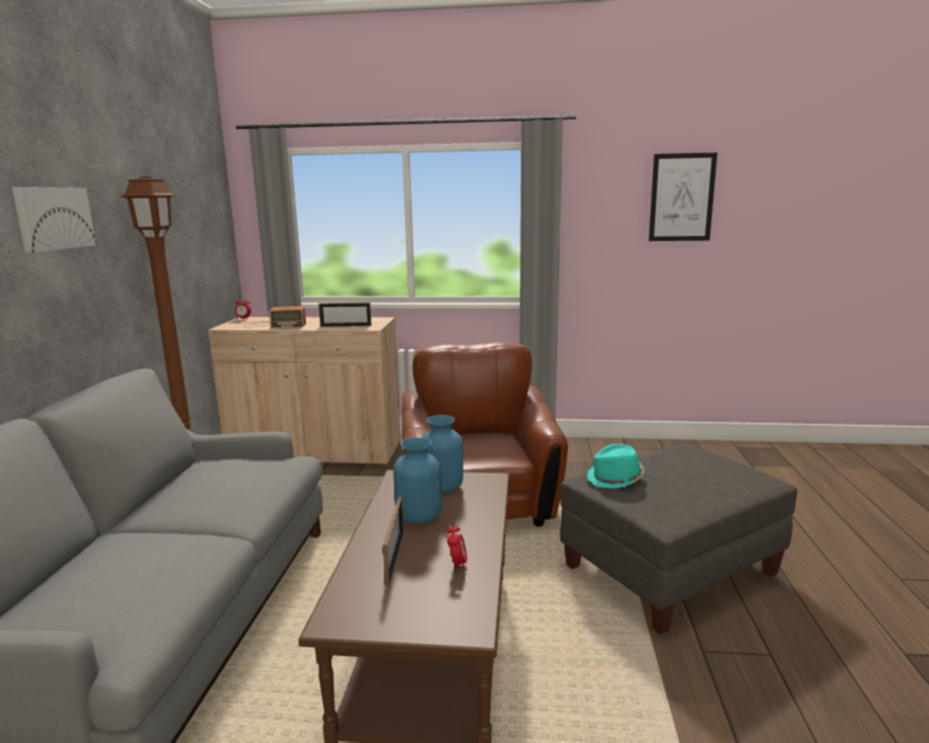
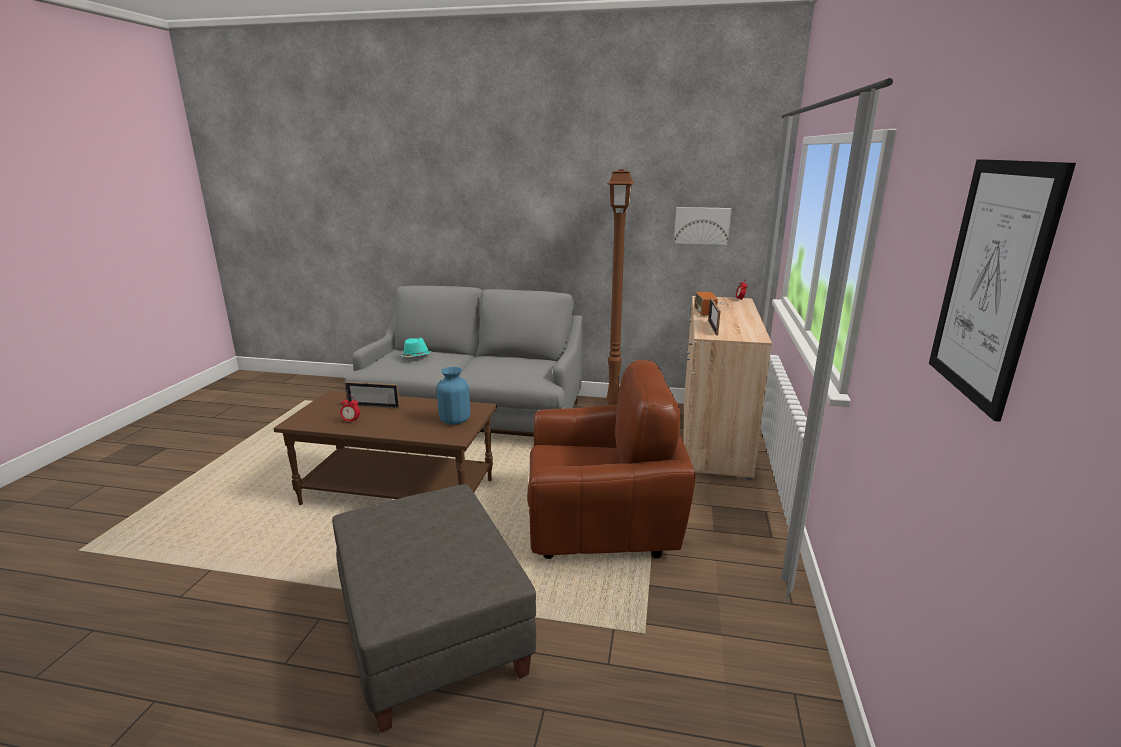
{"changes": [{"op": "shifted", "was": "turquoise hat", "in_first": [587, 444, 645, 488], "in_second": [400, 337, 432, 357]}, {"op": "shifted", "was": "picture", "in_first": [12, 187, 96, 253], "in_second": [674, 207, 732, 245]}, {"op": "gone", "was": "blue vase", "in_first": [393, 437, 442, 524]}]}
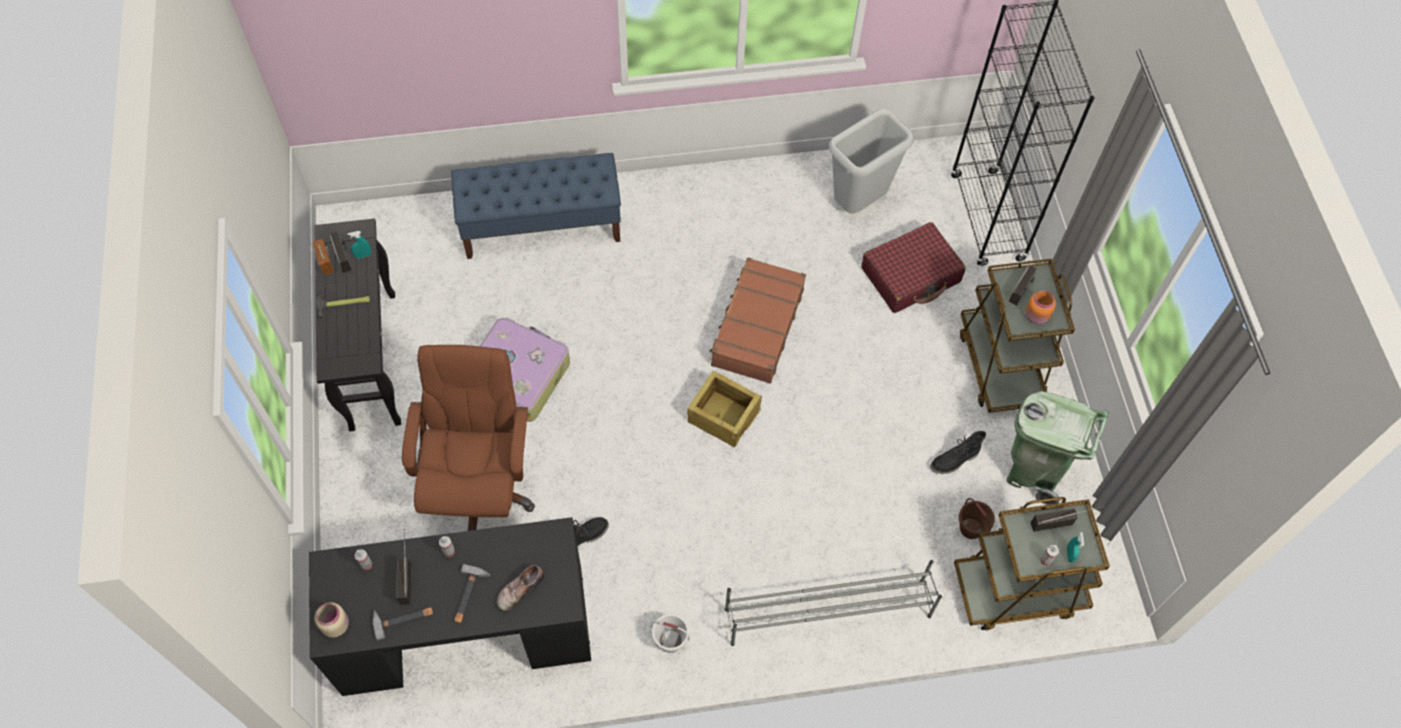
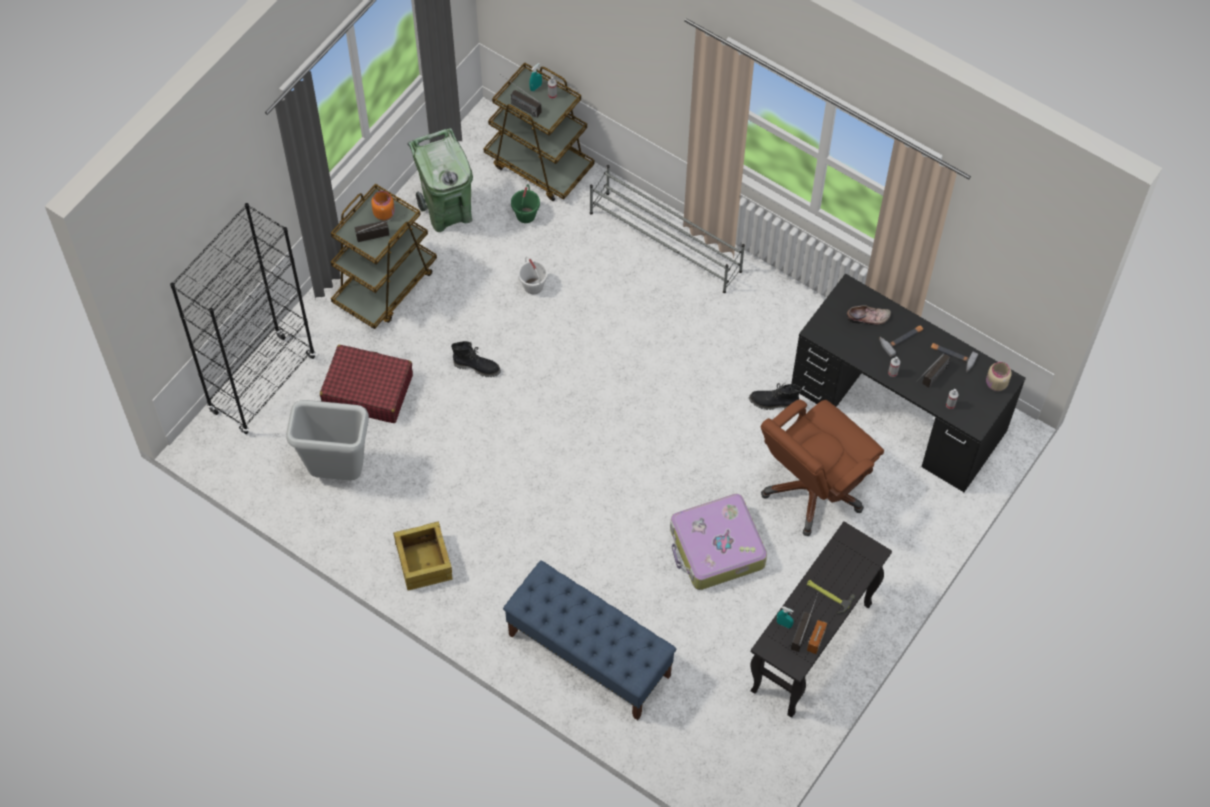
{"changes": [{"op": "shifted", "was": "crate", "in_first": [687, 371, 762, 447], "in_second": [393, 522, 453, 591]}, {"op": "shifted", "was": "black boot", "in_first": [930, 431, 986, 474], "in_second": [451, 341, 501, 377]}, {"op": "repainted", "was": "brown bucket", "now": "green bucket", "in_first": [959, 498, 995, 539], "in_second": [511, 184, 540, 223]}, {"op": "shifted", "was": "white bucket", "in_first": [651, 614, 690, 653], "in_second": [518, 256, 548, 294]}, {"op": "gone", "was": "brown suitcase", "in_first": [709, 257, 806, 384]}]}
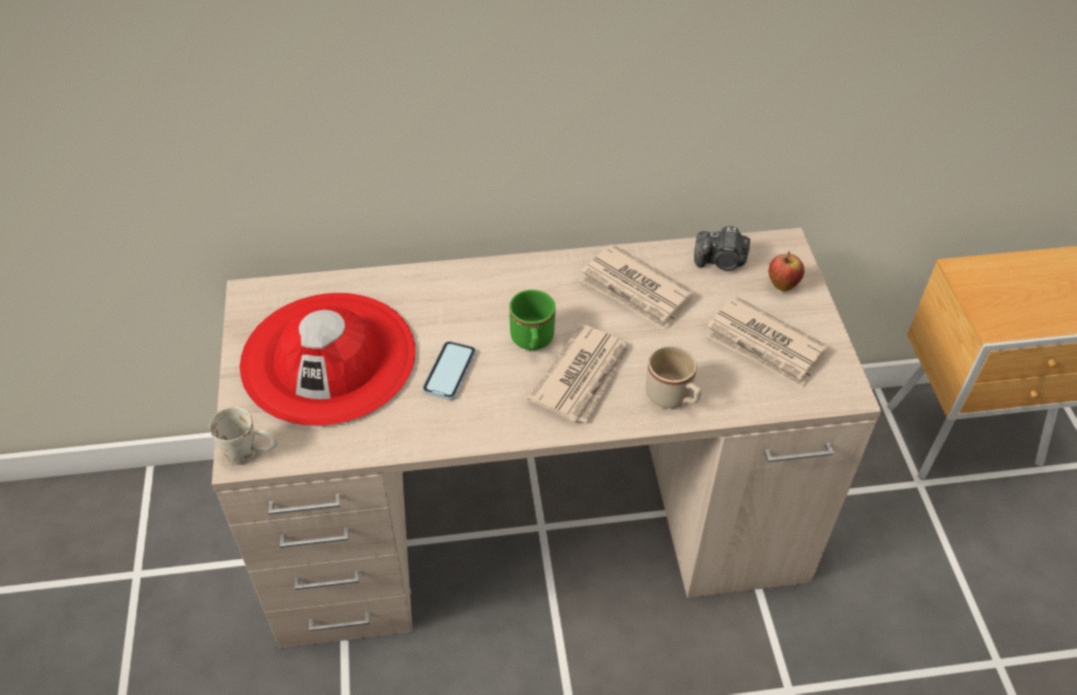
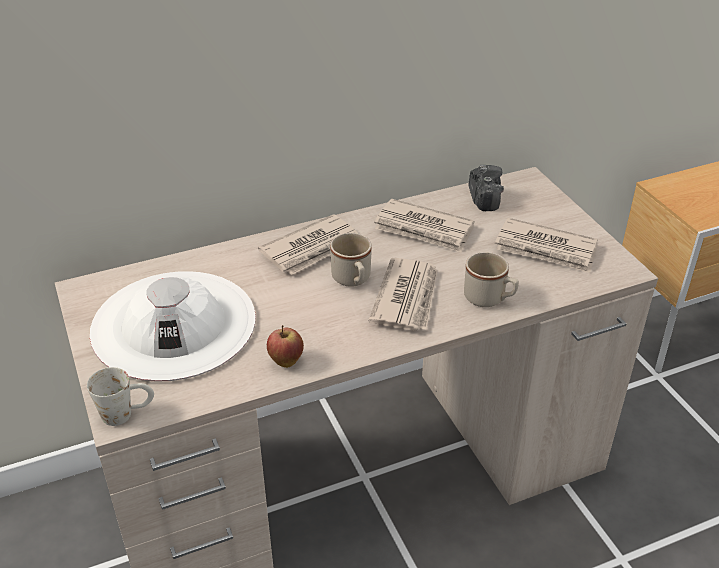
{"changes": [{"op": "repainted", "was": "red hat", "now": "white hat", "in_first": [240, 293, 416, 427], "in_second": [90, 271, 256, 382]}, {"op": "new", "now": "newspaper", "in_second": [258, 214, 358, 275]}, {"op": "shifted", "was": "apple", "in_first": [768, 251, 805, 292], "in_second": [267, 325, 304, 368]}, {"op": "repainted", "was": "green mug", "now": "beige mug", "in_first": [509, 290, 556, 350], "in_second": [330, 233, 372, 287]}, {"op": "rotated", "was": "photo camera", "in_first": [694, 226, 750, 270], "in_second": [468, 165, 504, 211], "clockwise": -90}, {"op": "gone", "was": "phone", "in_first": [422, 341, 476, 400]}]}
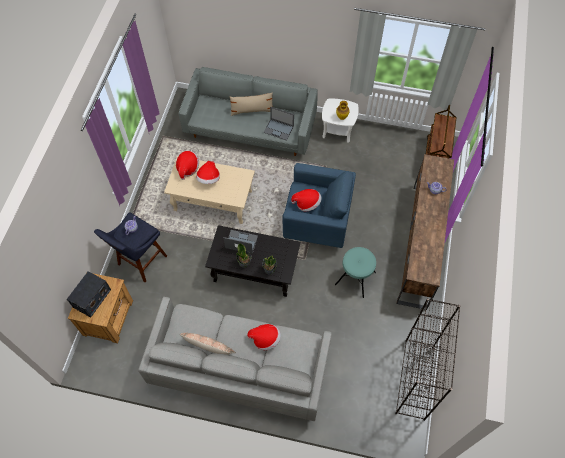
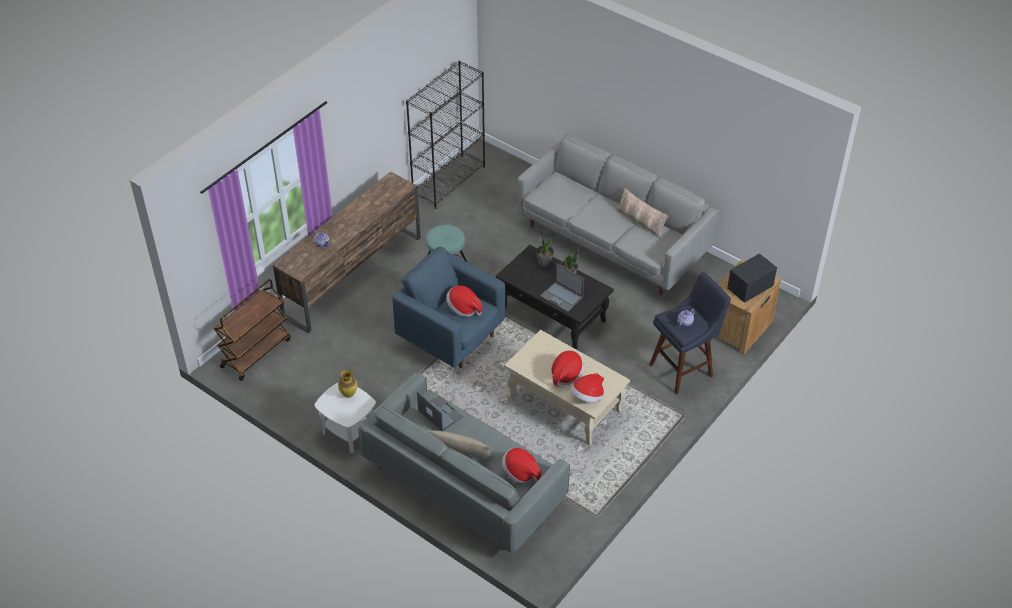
{"changes": [{"op": "shifted", "was": "hat", "in_first": [247, 324, 281, 350], "in_second": [502, 448, 541, 483]}]}
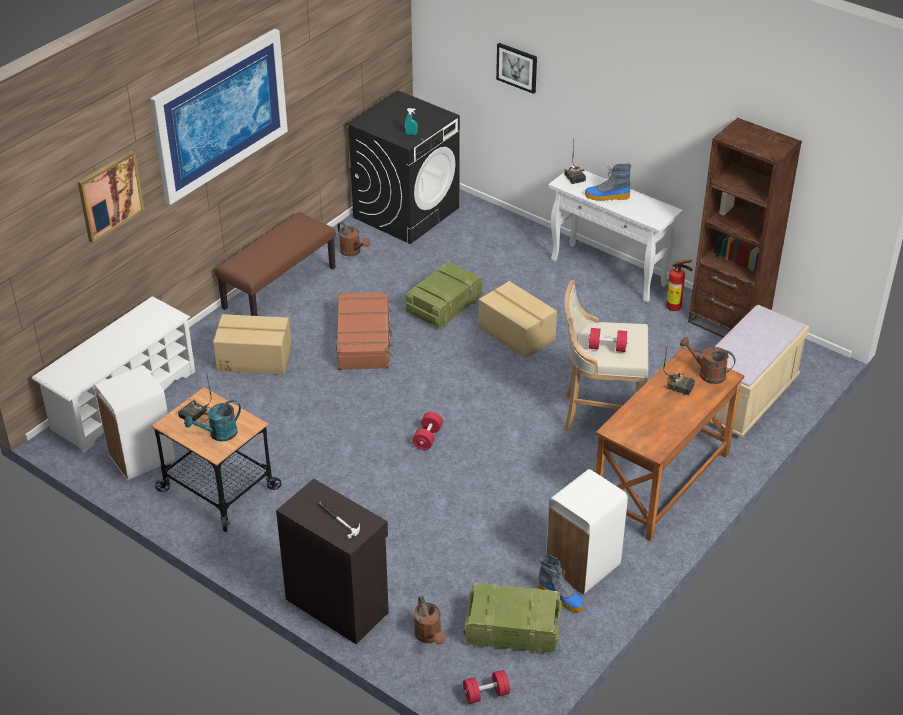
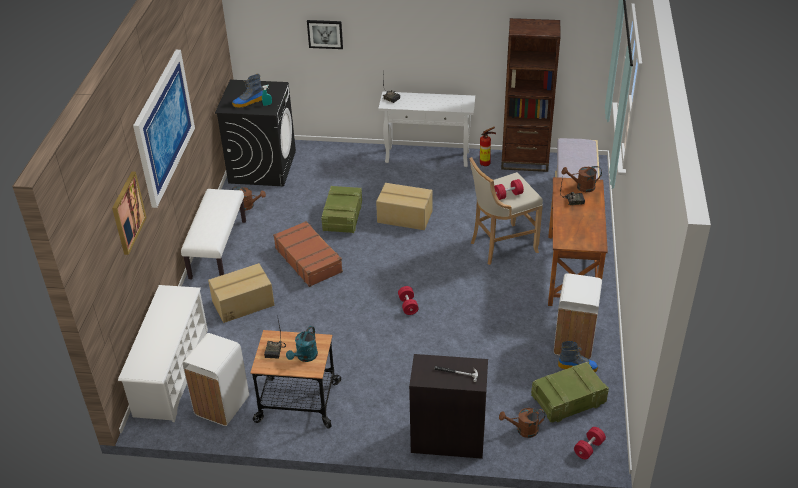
{"changes": [{"op": "repainted", "was": "brown bench", "now": "white bench", "in_first": [215, 212, 336, 316], "in_second": [181, 189, 246, 279]}, {"op": "shifted", "was": "boot", "in_first": [585, 163, 631, 201], "in_second": [232, 74, 263, 108]}, {"op": "rotated", "was": "brown watering can", "in_first": [414, 595, 445, 645], "in_second": [499, 408, 545, 438], "clockwise": 135}]}
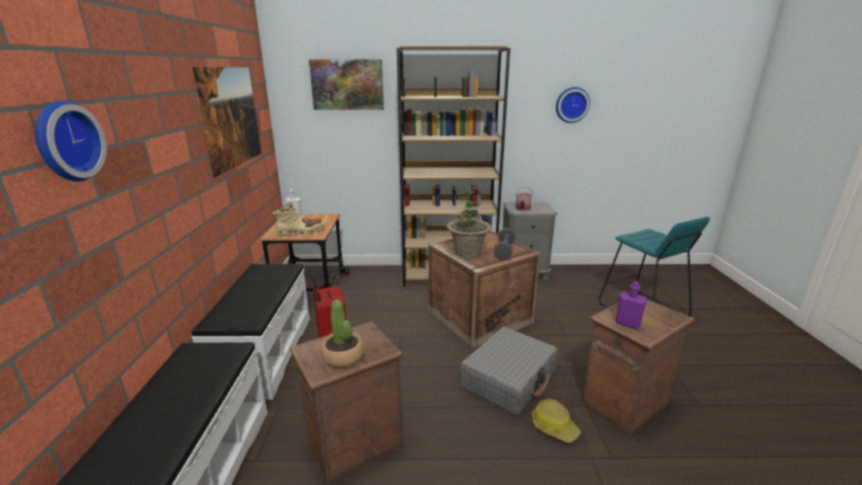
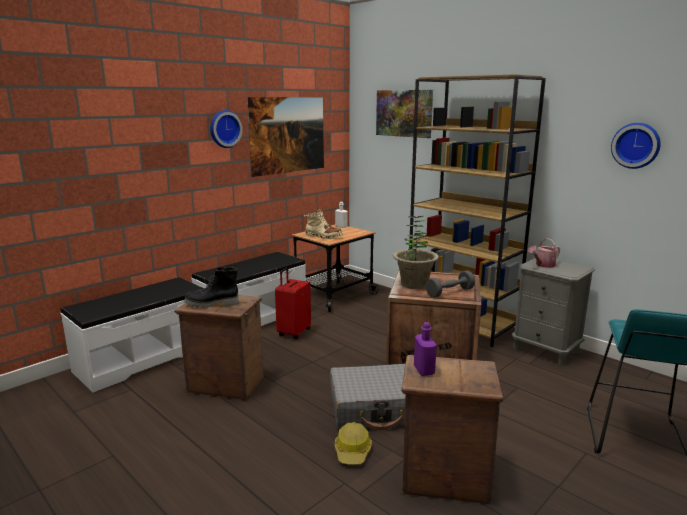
{"changes": [{"op": "swapped", "was": "potted plant", "now": "black boot", "in_first": [321, 300, 364, 367], "in_second": [184, 267, 239, 308]}, {"op": "shifted", "was": "wall clock", "in_first": [35, 100, 107, 182], "in_second": [210, 110, 243, 148]}]}
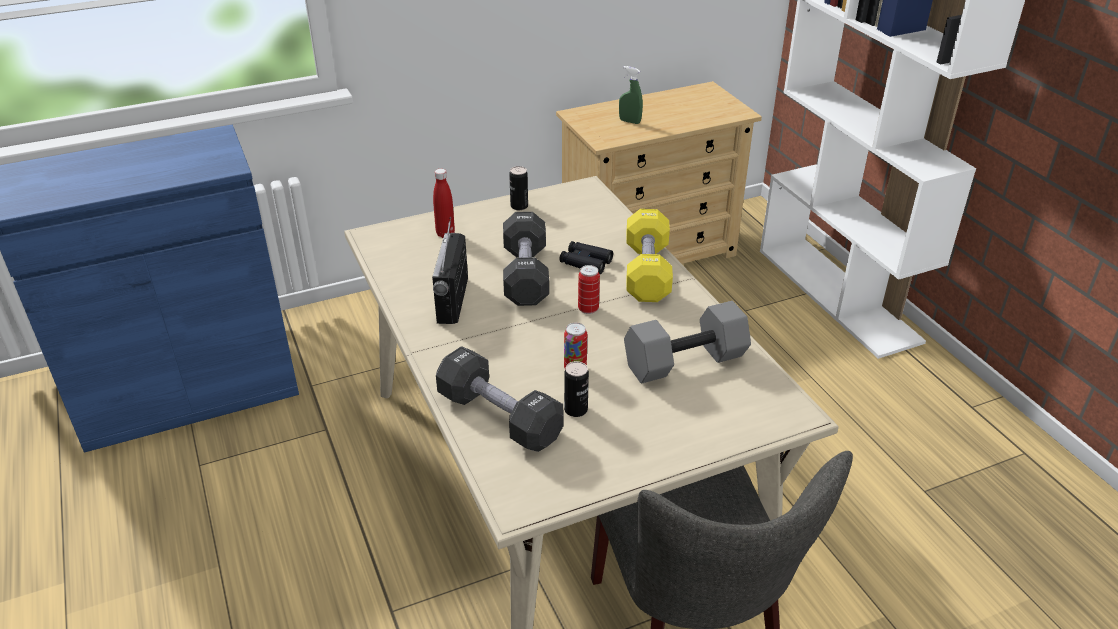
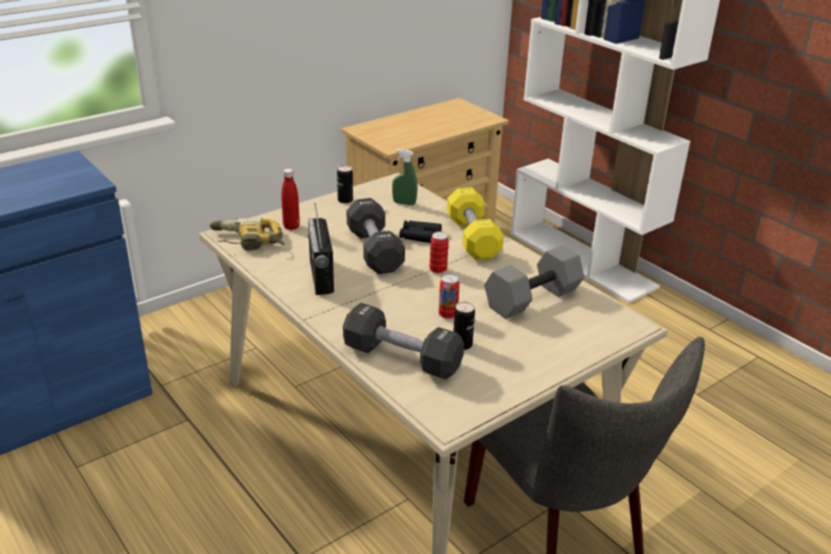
{"changes": [{"op": "new", "now": "power drill", "in_second": [210, 218, 284, 251]}, {"op": "shifted", "was": "green spray bottle", "in_first": [619, 66, 643, 124], "in_second": [392, 149, 417, 205]}]}
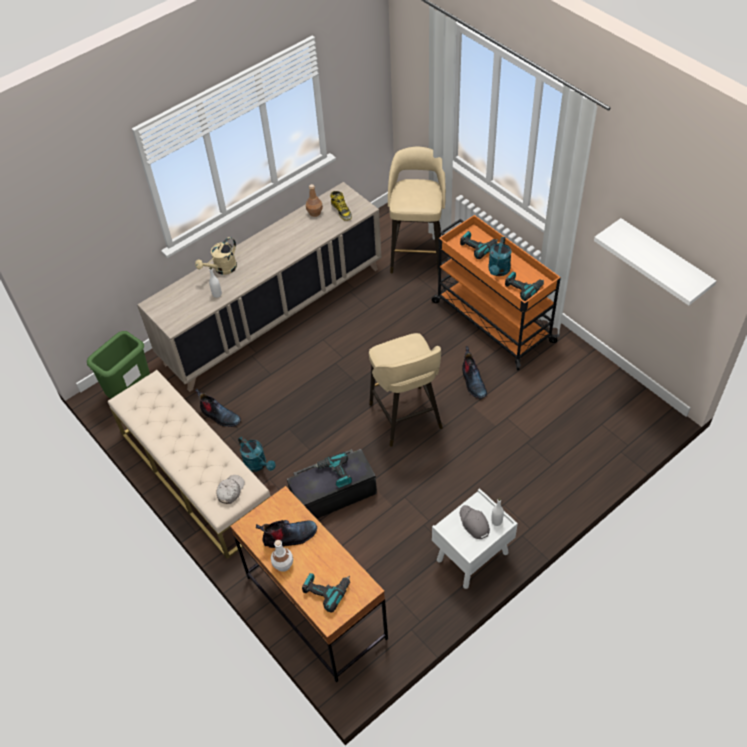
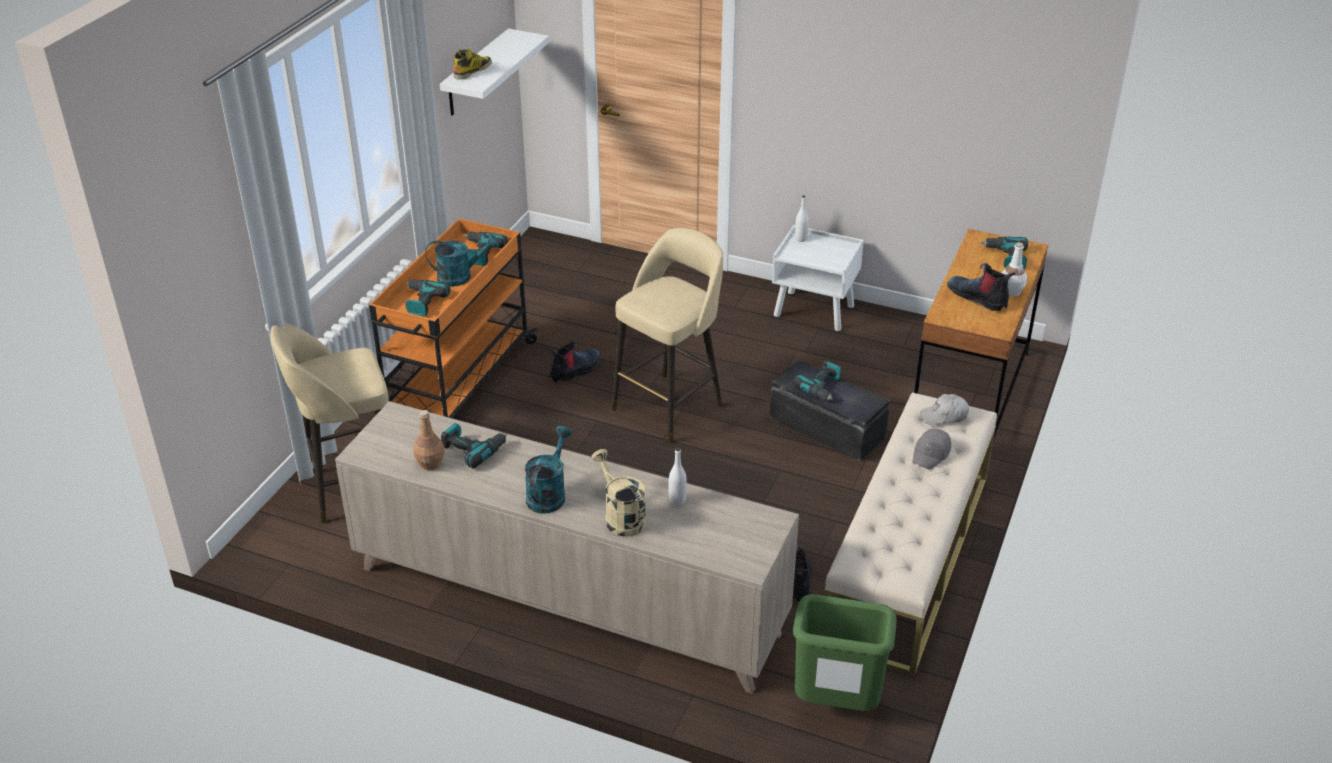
{"changes": [{"op": "new", "now": "power drill", "in_second": [441, 423, 508, 468]}, {"op": "shifted", "was": "boot", "in_first": [330, 191, 352, 221], "in_second": [454, 49, 492, 80]}, {"op": "shifted", "was": "turquoise watering can", "in_first": [238, 436, 276, 472], "in_second": [525, 426, 572, 514]}, {"op": "rotated", "was": "beige watering can", "in_first": [195, 237, 237, 275], "in_second": [591, 449, 646, 537], "clockwise": -135}, {"op": "shifted", "was": "grey cap", "in_first": [460, 505, 490, 539], "in_second": [912, 428, 951, 470]}]}
